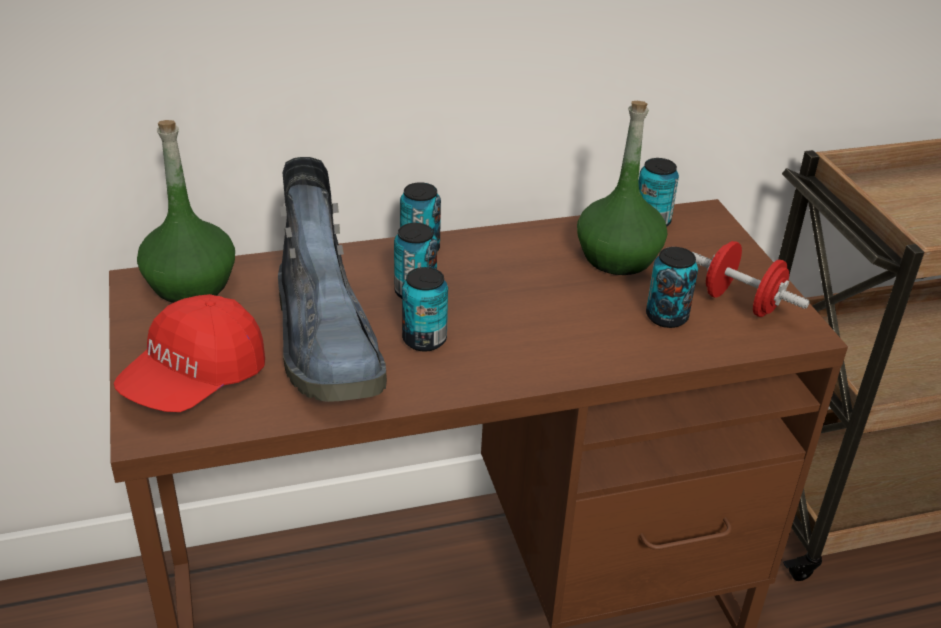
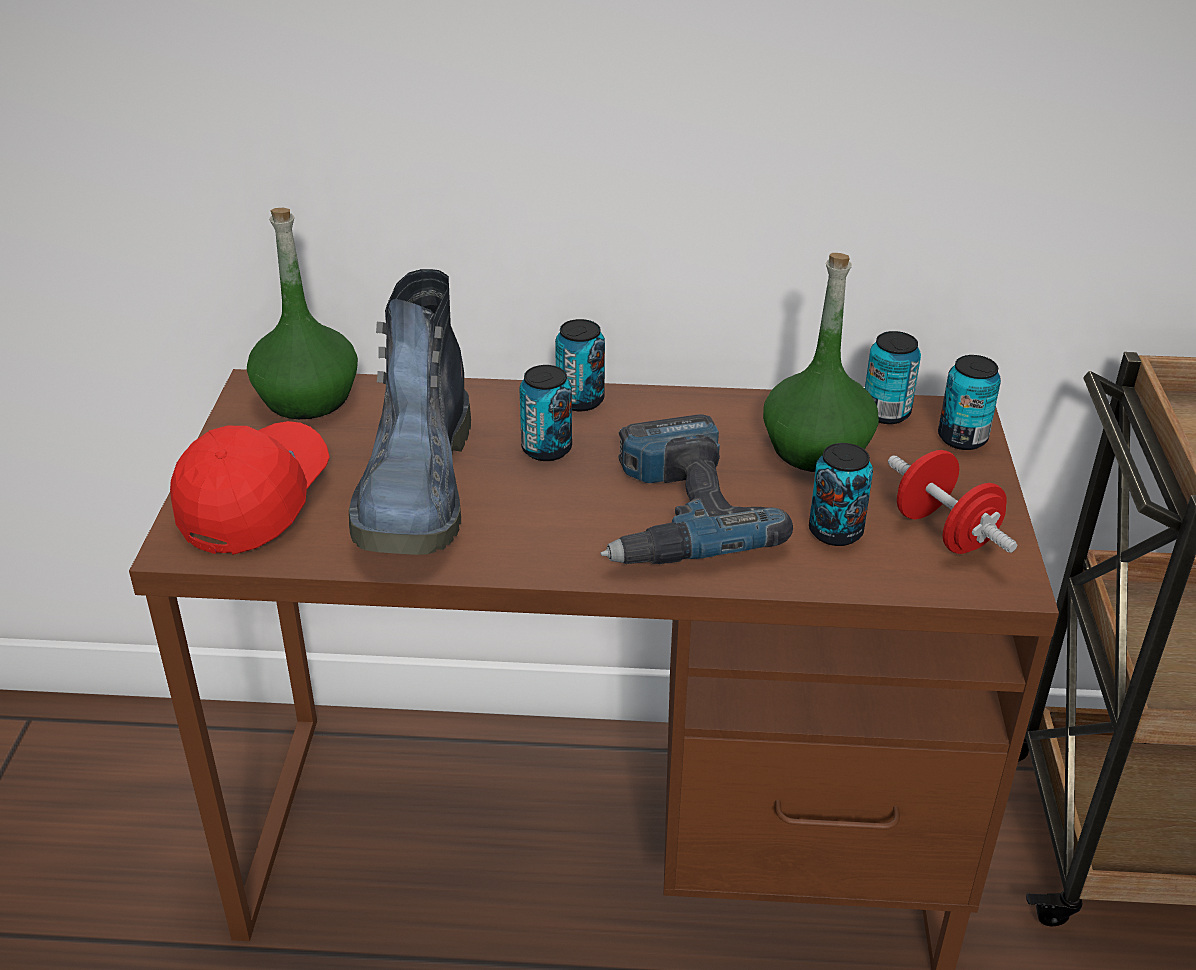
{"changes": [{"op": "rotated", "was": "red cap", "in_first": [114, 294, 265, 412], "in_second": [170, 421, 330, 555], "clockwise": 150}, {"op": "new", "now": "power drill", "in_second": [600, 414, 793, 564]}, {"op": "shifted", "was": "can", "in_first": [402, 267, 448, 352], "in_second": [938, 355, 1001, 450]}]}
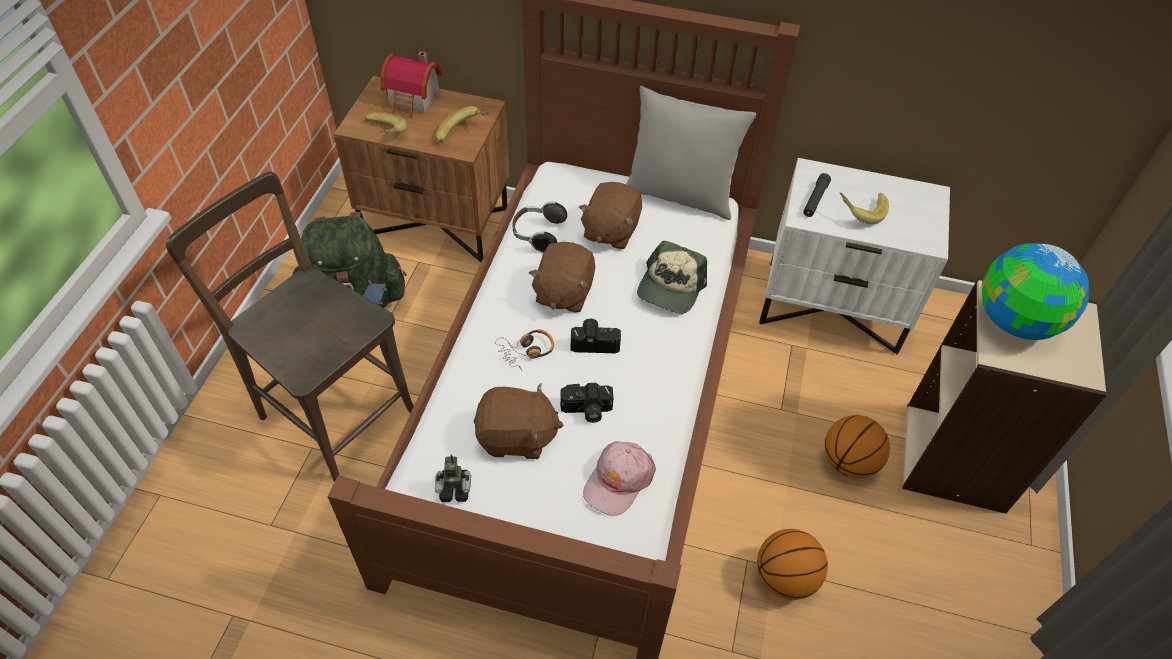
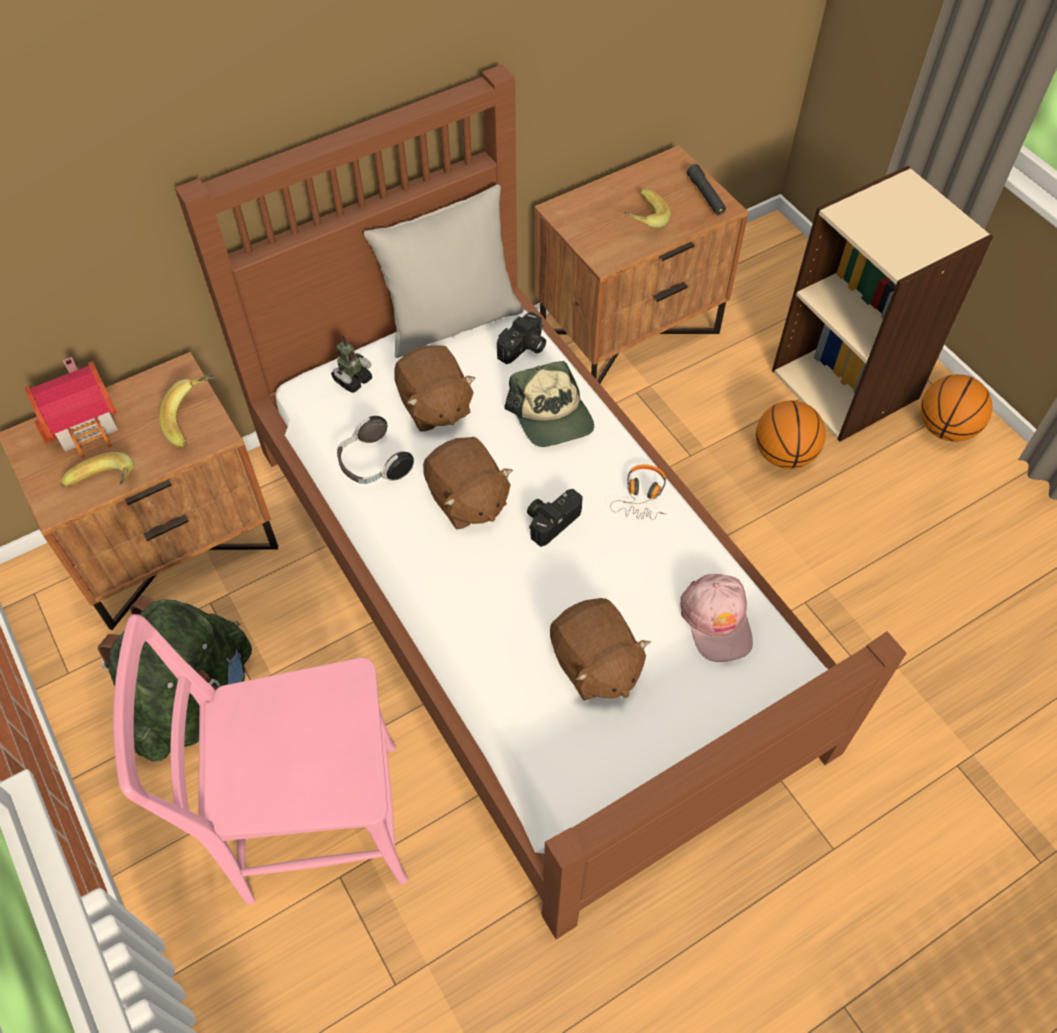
{"changes": [{"op": "repainted", "was": "brown chair", "now": "pink chair", "in_first": [166, 172, 414, 482], "in_second": [113, 614, 408, 905]}, {"op": "shifted", "was": "toy robot", "in_first": [435, 454, 471, 502], "in_second": [331, 335, 372, 393]}, {"op": "shifted", "was": "photo camera", "in_first": [560, 383, 613, 423], "in_second": [497, 312, 546, 364]}, {"op": "repainted", "was": "white nightstand", "now": "brown nightstand", "in_first": [759, 158, 950, 354], "in_second": [534, 145, 748, 383]}, {"op": "rotated", "was": "brown plush toy", "in_first": [474, 383, 563, 459], "in_second": [550, 598, 651, 701], "clockwise": 105}, {"op": "shifted", "was": "headphones", "in_first": [495, 329, 554, 370], "in_second": [610, 464, 666, 520]}, {"op": "shifted", "was": "black flashlight", "in_first": [803, 173, 831, 217], "in_second": [687, 164, 726, 215]}, {"op": "shifted", "was": "basketball", "in_first": [757, 529, 828, 600], "in_second": [921, 374, 992, 442]}, {"op": "gone", "was": "globe", "in_first": [982, 243, 1089, 340]}]}
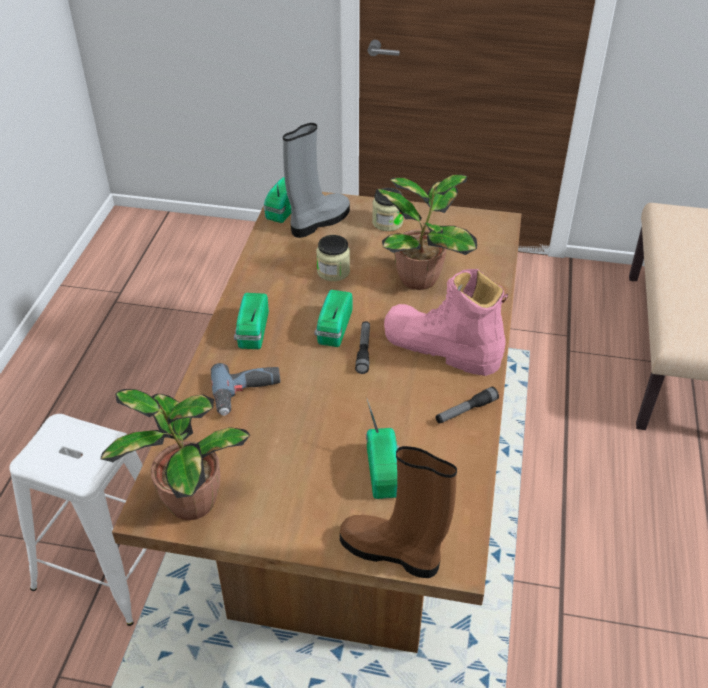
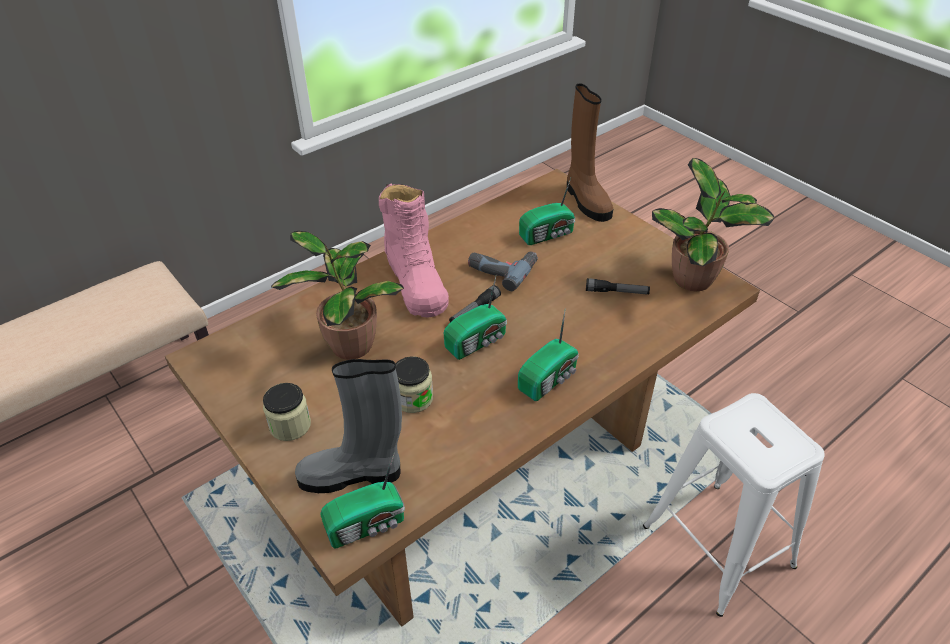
{"changes": [{"op": "shifted", "was": "power drill", "in_first": [211, 363, 280, 416], "in_second": [468, 251, 538, 291]}, {"op": "rotated", "was": "radio", "in_first": [366, 399, 399, 499], "in_second": [519, 178, 575, 245], "clockwise": -150}, {"op": "shifted", "was": "flashlight", "in_first": [436, 386, 499, 424], "in_second": [586, 278, 650, 294]}]}
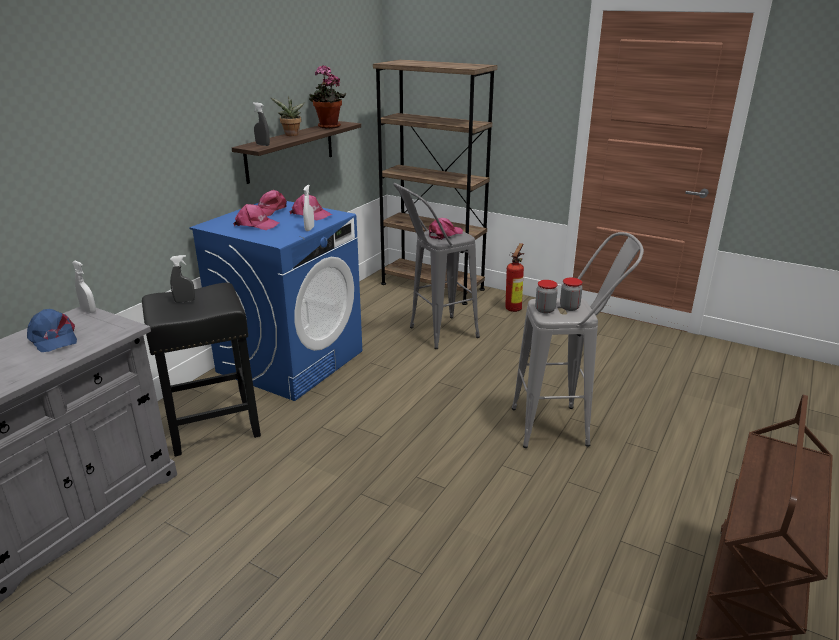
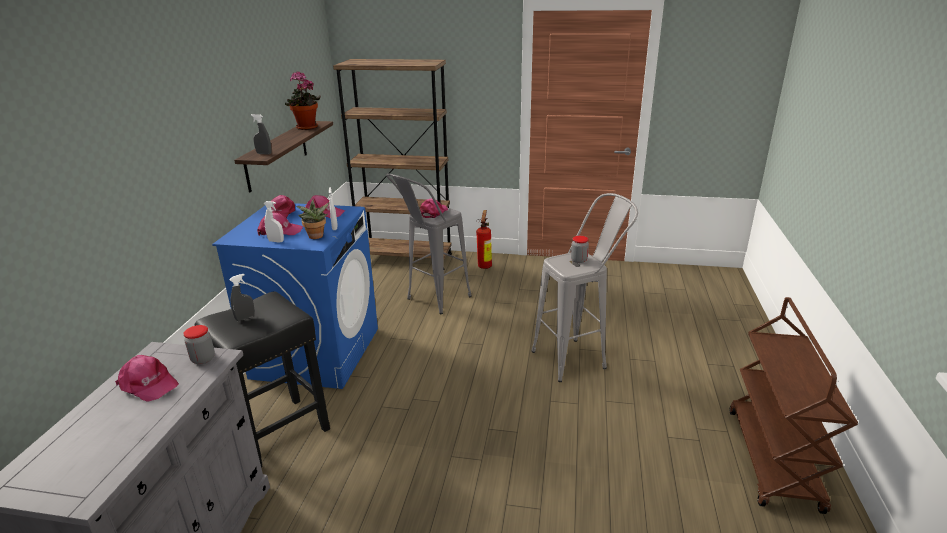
{"changes": [{"op": "repainted", "was": "blue cap", "now": "pink cap", "in_first": [27, 309, 77, 352], "in_second": [115, 355, 179, 402]}, {"op": "shifted", "was": "jar", "in_first": [535, 280, 558, 314], "in_second": [184, 325, 215, 365]}, {"op": "shifted", "was": "white spray bottle", "in_first": [72, 261, 96, 313], "in_second": [264, 201, 284, 243]}, {"op": "shifted", "was": "potted plant", "in_first": [271, 96, 305, 136], "in_second": [296, 199, 330, 239]}]}
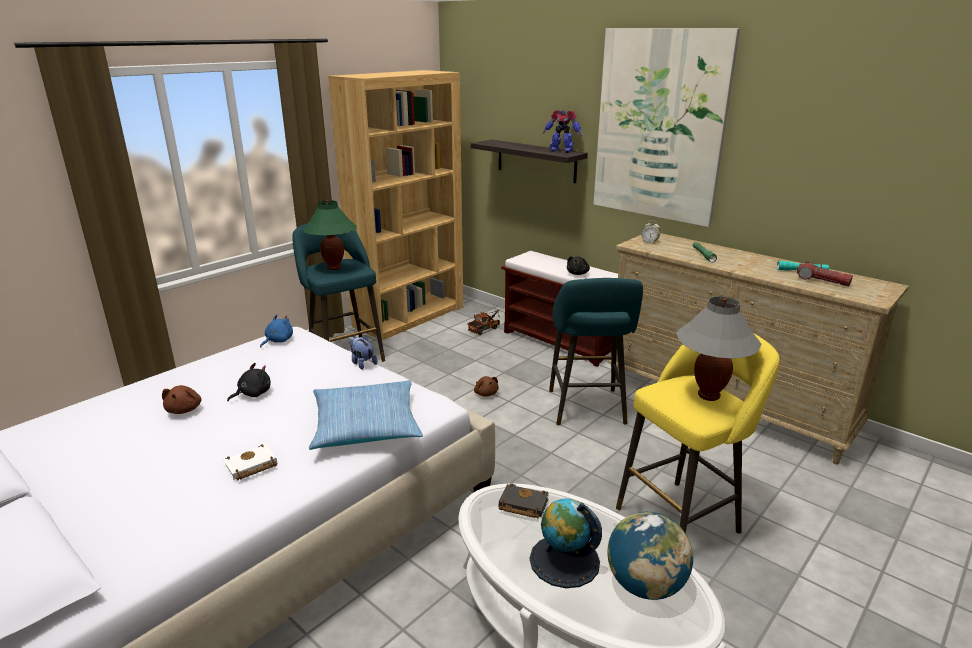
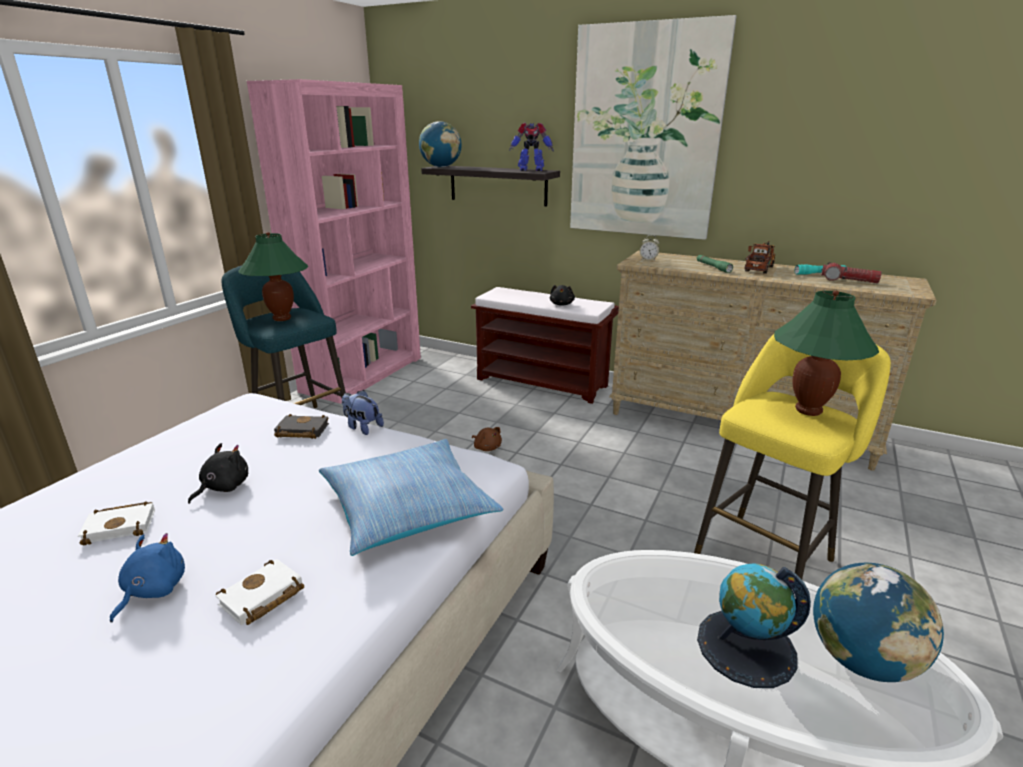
{"changes": [{"op": "swapped", "was": "brown plush toy", "now": "white book", "in_first": [162, 385, 201, 414], "in_second": [78, 502, 155, 545]}, {"op": "shifted", "was": "blue plush toy", "in_first": [260, 314, 293, 348], "in_second": [110, 533, 185, 623]}, {"op": "repainted", "was": "brown bookcase", "now": "pink bookcase", "in_first": [328, 70, 463, 340], "in_second": [247, 79, 421, 404]}, {"op": "shifted", "was": "black book", "in_first": [499, 484, 549, 518], "in_second": [274, 414, 329, 439]}, {"op": "new", "now": "globe", "in_second": [419, 121, 462, 167]}, {"op": "shifted", "was": "toy truck", "in_first": [468, 310, 500, 335], "in_second": [745, 241, 775, 274]}, {"op": "repainted", "was": "grey table lamp", "now": "green table lamp", "in_first": [676, 296, 762, 401], "in_second": [774, 291, 879, 416]}, {"op": "gone", "was": "turquoise stool", "in_first": [549, 278, 643, 425]}]}
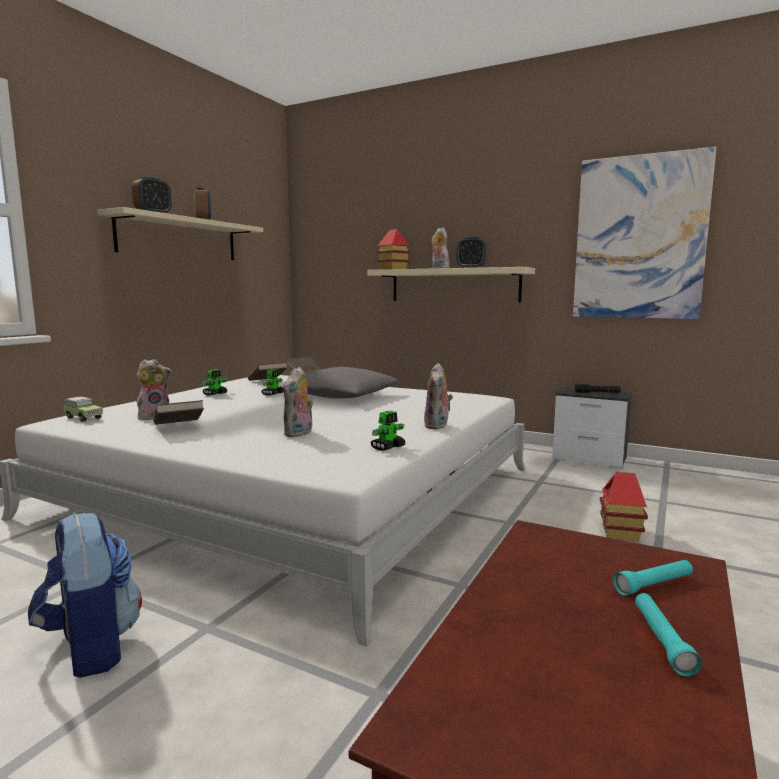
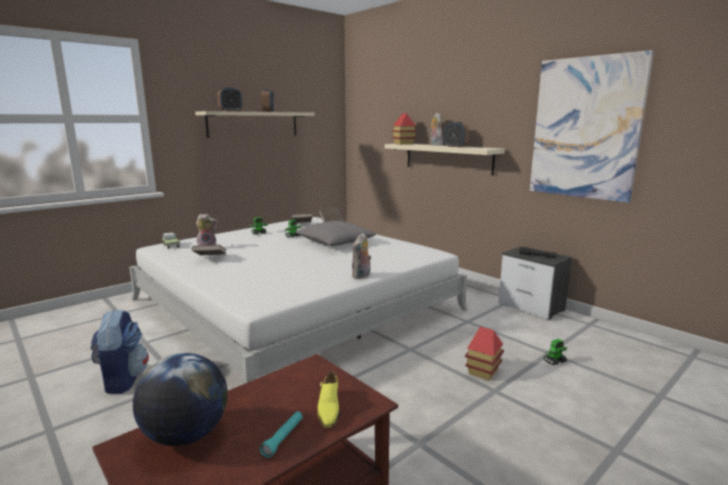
{"changes": [{"op": "new", "now": "globe", "in_second": [133, 353, 228, 446]}, {"op": "swapped", "was": "turquoise flashlight", "now": "yellow shoe", "in_first": [613, 560, 693, 595], "in_second": [318, 371, 340, 428]}, {"op": "shifted", "was": "toy robot", "in_first": [371, 410, 406, 451], "in_second": [544, 339, 567, 365]}, {"op": "gone", "was": "plush toy", "in_first": [283, 367, 313, 437]}]}
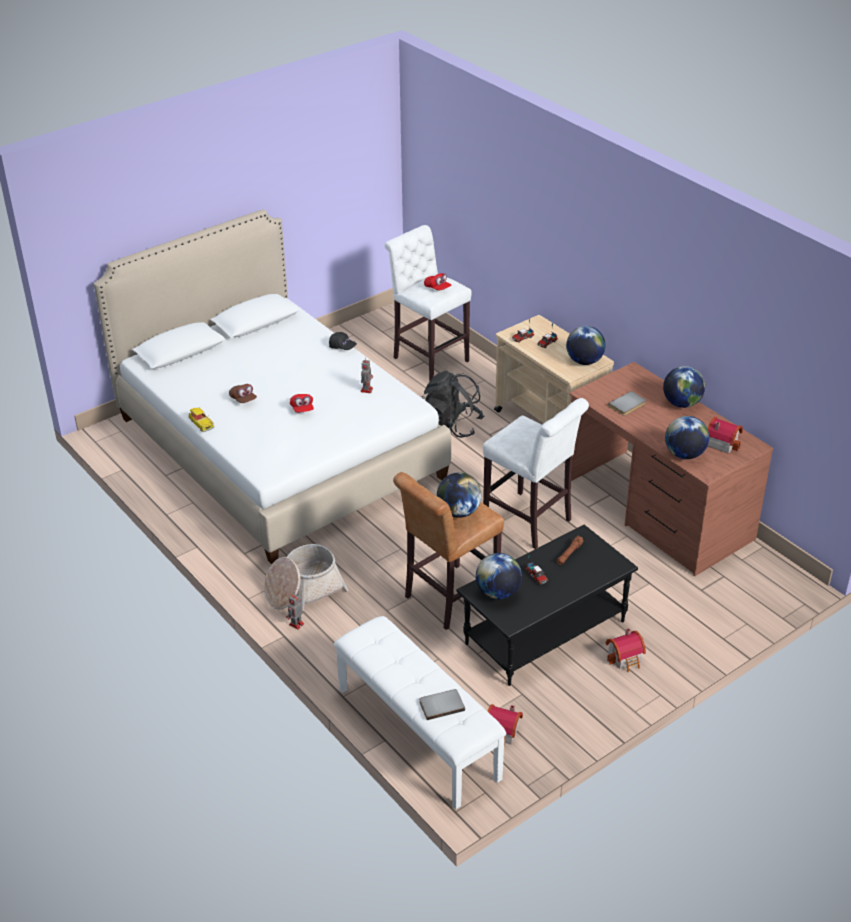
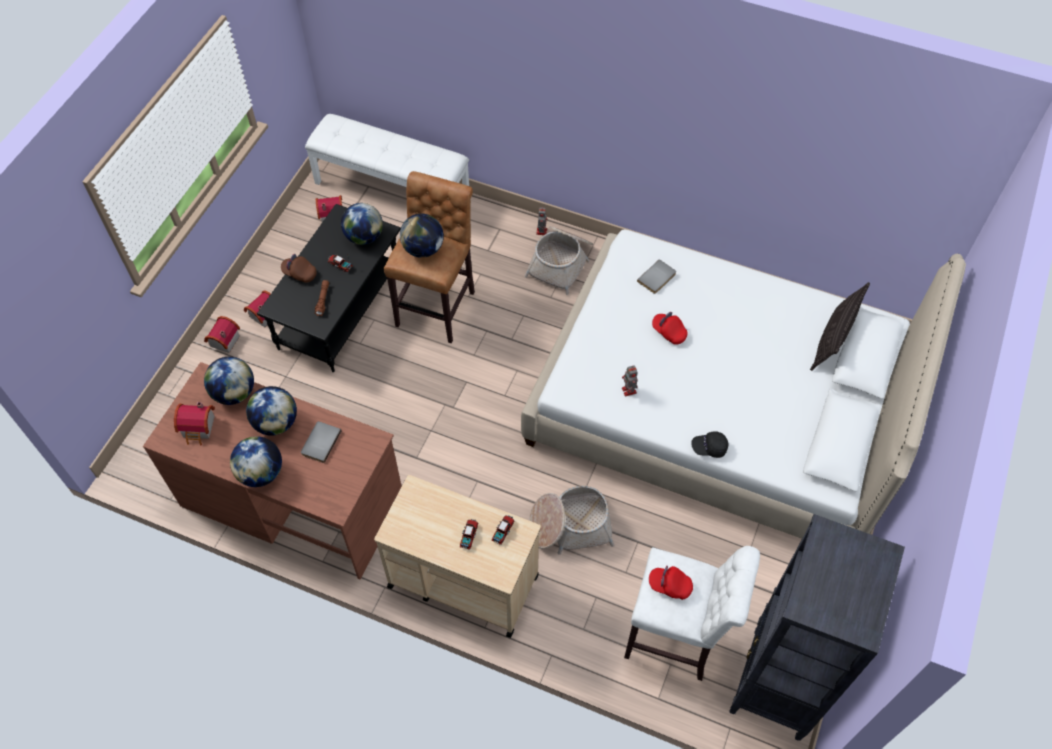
{"changes": [{"op": "new", "now": "toy house", "in_second": [204, 316, 240, 353]}, {"op": "shifted", "was": "globe", "in_first": [566, 326, 606, 365], "in_second": [246, 386, 297, 436]}, {"op": "shifted", "was": "brown cap", "in_first": [229, 384, 257, 403], "in_second": [281, 254, 317, 283]}, {"op": "swapped", "was": "black backpack", "now": "basket", "in_first": [422, 371, 484, 438], "in_second": [529, 486, 614, 555]}, {"op": "shifted", "was": "grey book", "in_first": [419, 689, 465, 720], "in_second": [637, 259, 676, 294]}, {"op": "new", "now": "black bookcase", "in_second": [729, 514, 905, 741]}, {"op": "new", "now": "pillow", "in_second": [810, 282, 870, 371]}, {"op": "gone", "was": "toy car", "in_first": [189, 408, 214, 432]}, {"op": "gone", "was": "white stool", "in_first": [483, 398, 589, 549]}]}
